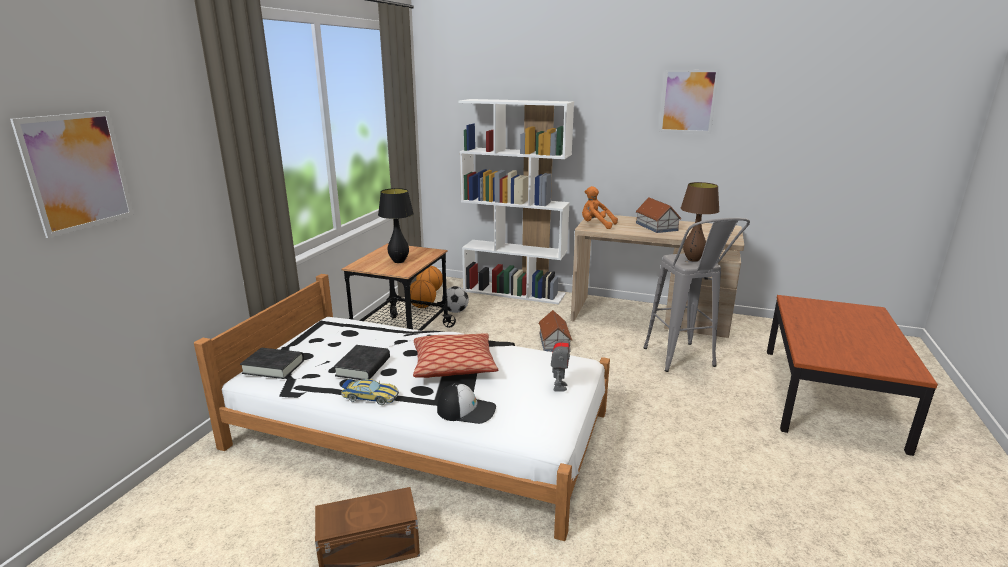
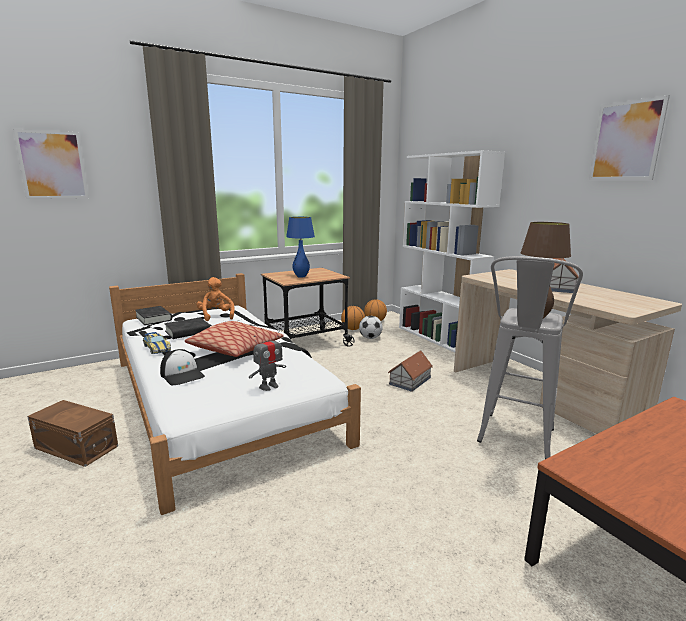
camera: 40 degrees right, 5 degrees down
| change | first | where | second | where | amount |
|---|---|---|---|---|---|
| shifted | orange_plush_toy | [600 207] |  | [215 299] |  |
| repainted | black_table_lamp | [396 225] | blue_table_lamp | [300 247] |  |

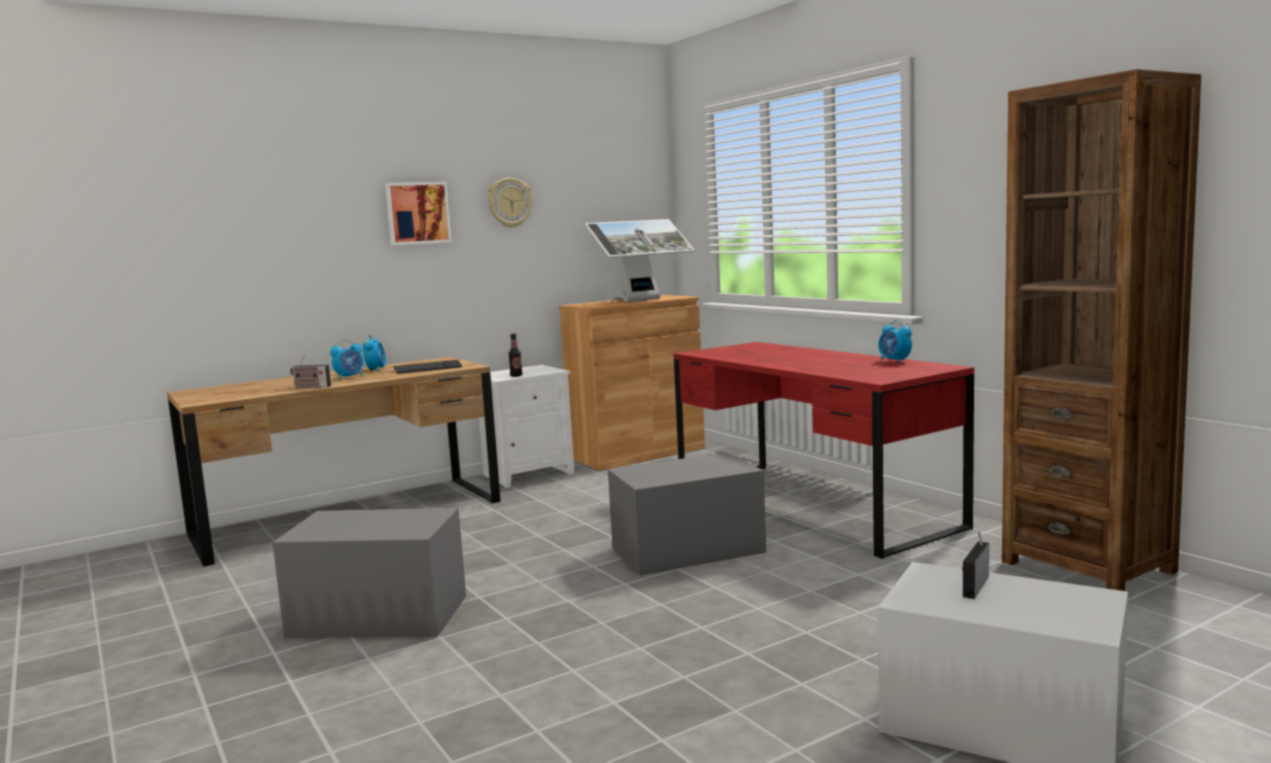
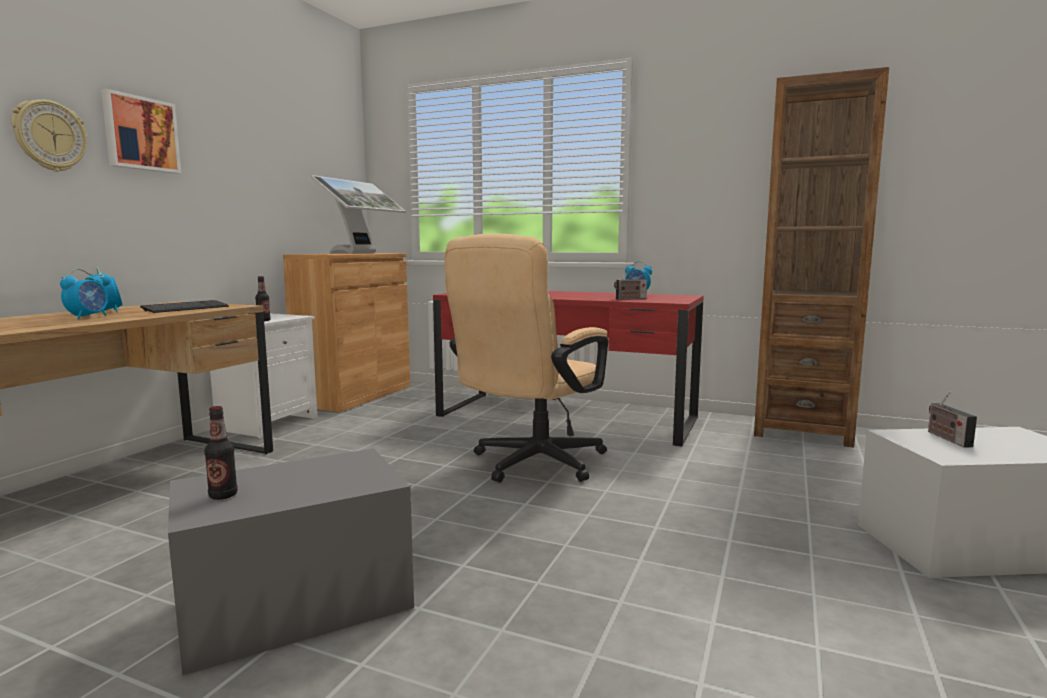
camera: 35 degrees left, 0 degrees up
| change | first | where | second | where | amount |
|---|---|---|---|---|---|
| shifted | wall_clock | [510 203] |  | [49 135] |  |
| shifted | radio | [311 371] |  | [630 284] |  |
| swapped | grey_storage_box | [687 513] | beige_office_chair | [526 358] |  |
| new |  |  | bottle | [221 453] |  |

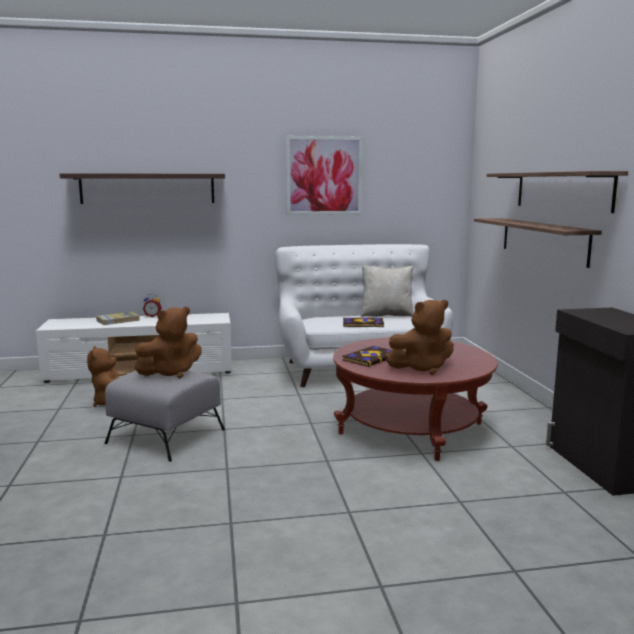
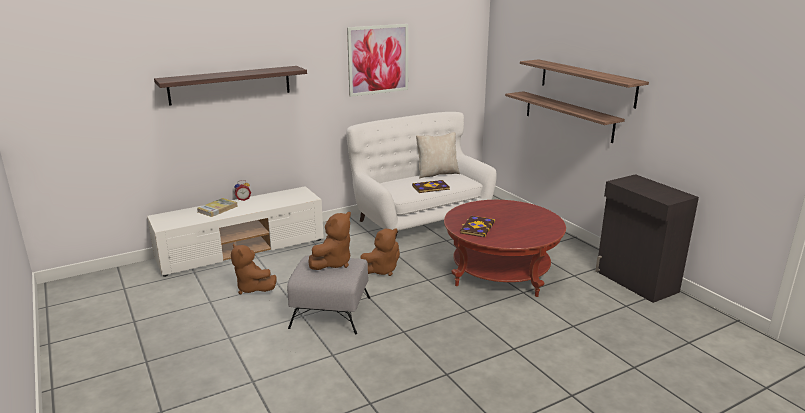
camera: 20 degrees left, 10 degrees up
| change | first | where | second | where | amount |
|---|---|---|---|---|---|
| shifted | brown_plush_toy | [420 337] |  | [380 252] |  |

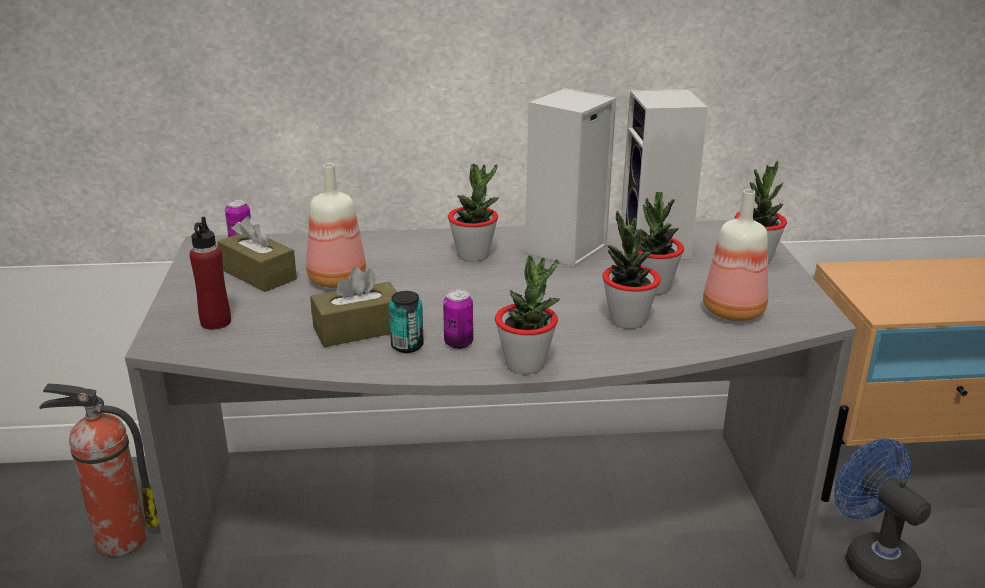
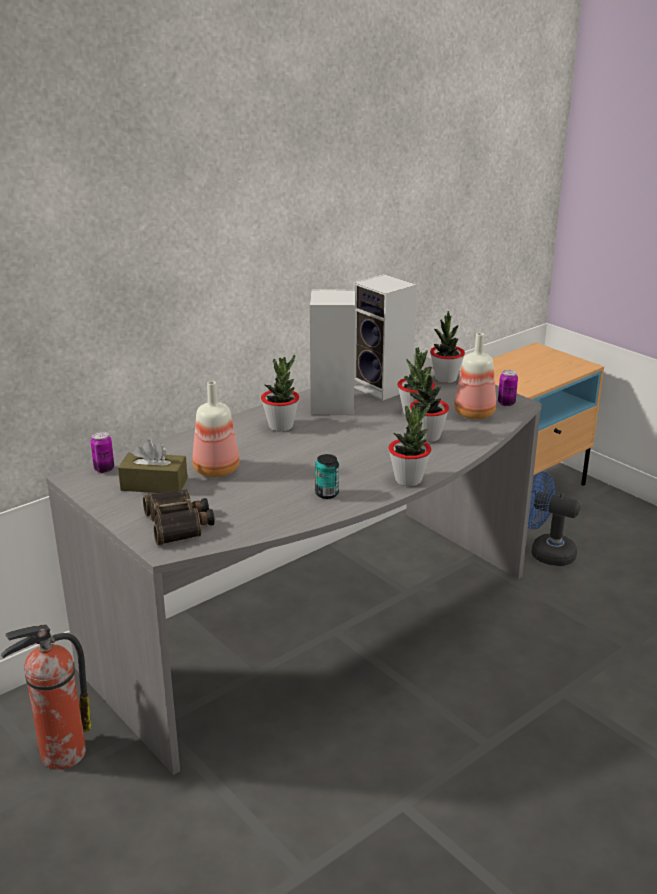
camera: 35 degrees left, 0 degrees up
| change | first | where | second | where | amount |
|---|---|---|---|---|---|
| swapped | red_bottle | [210 273] | binoculars | [179 517] |  |
| gone | brown_tissue_box | [353 307] |  |  |  |
| shifted | can | [458 319] |  | [508 388] |  |

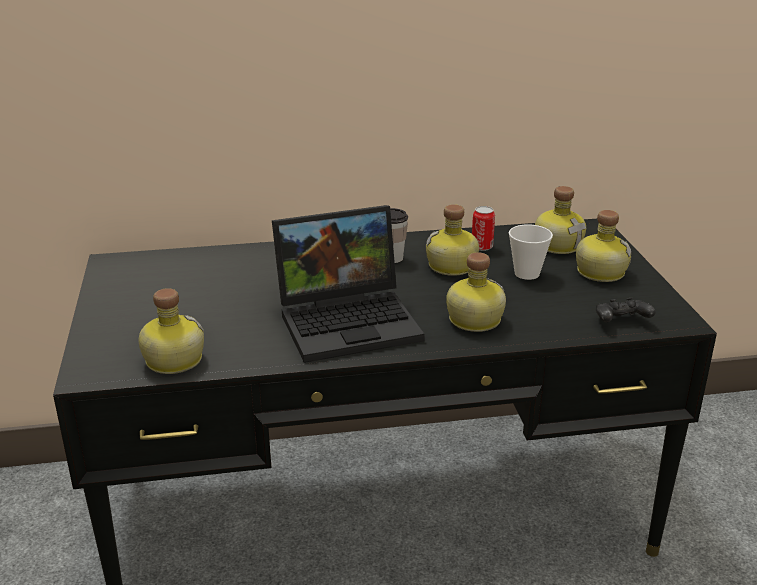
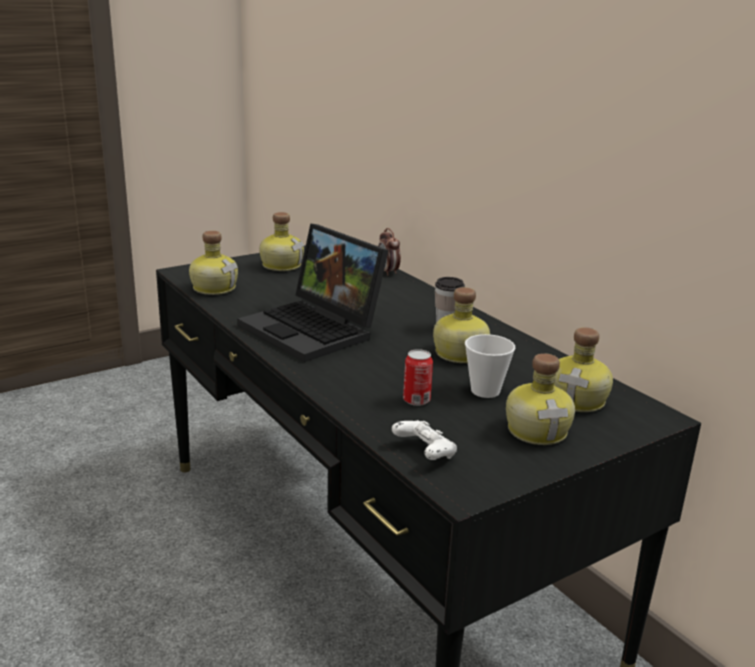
camera: 65 degrees right, 5 degrees down
| change | first | where | second | where | amount |
|---|---|---|---|---|---|
| shifted | can | [483 228] |  | [418 377] |  |
| shifted | bottle | [476 292] |  | [281 241] |  |
| repainted | black_game_controller | [625 310] | white_game_controller | [424 440] |  |
| new |  |  | alarm_clock | [389 252] |  |

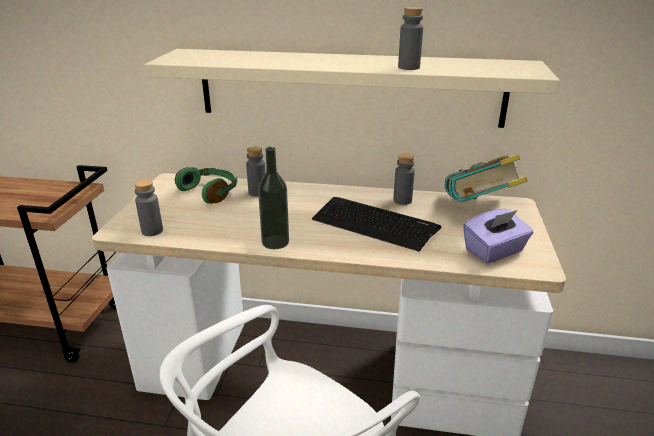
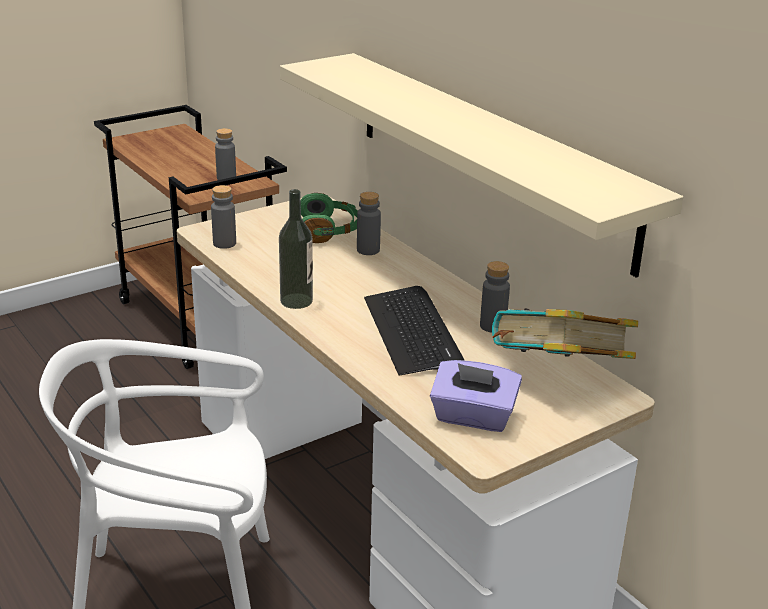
camera: 45 degrees right, 0 degrees up
| change | first | where | second | where | amount |
|---|---|---|---|---|---|
| shifted | grey_bottle | [410 38] |  | [225 154] |  |

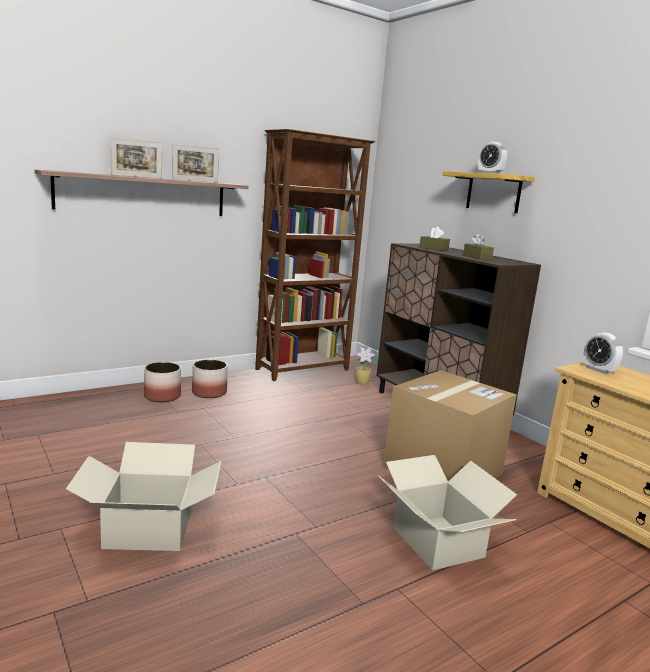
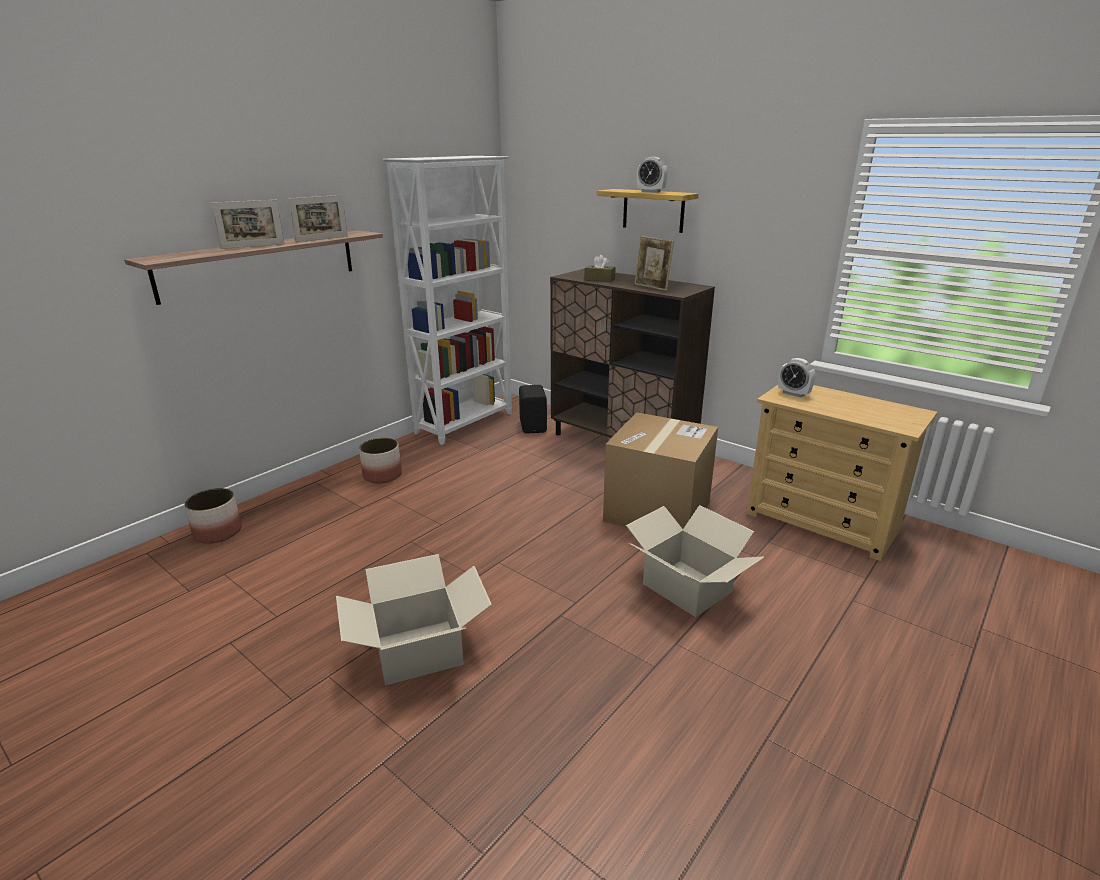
camera: 15 degrees left, 10 degrees up
| change | first | where | second | where | amount |
|---|---|---|---|---|---|
| repainted | brown_bookcase | [315 255] | white_bookcase | [447 300] |  |
| swapped | brown_tissue_box | [478 246] | picture_frame | [654 263] |  |
| swapped | potted_plant | [365 366] | black_speaker | [533 409] |  |
| shifted | planter | [162 382] |  | [213 516] |  |

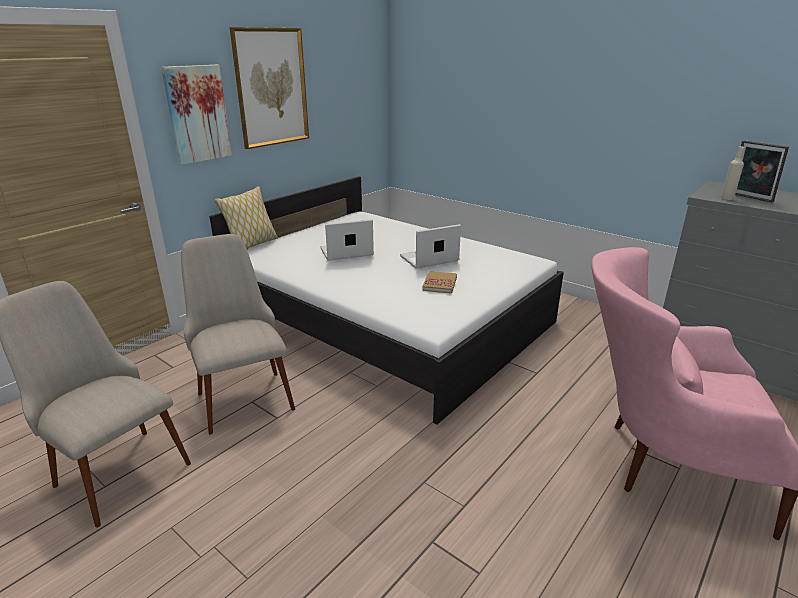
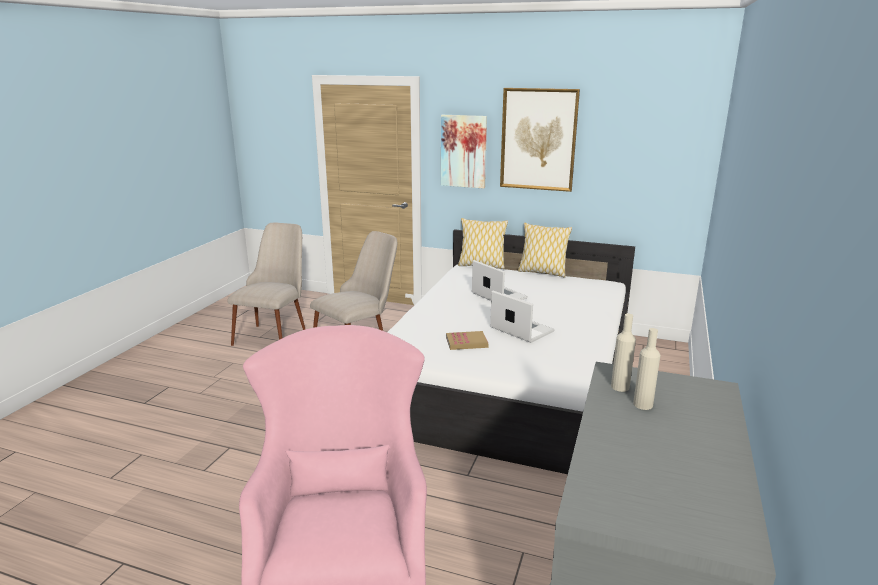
camera: 70 degrees right, 5 degrees down
| change | first | where | second | where | amount |
|---|---|---|---|---|---|
| swapped | picture_frame | [762 171] | beige_bottle | [646 369] |  |
| new |  |  | pillow | [545 250] |  |

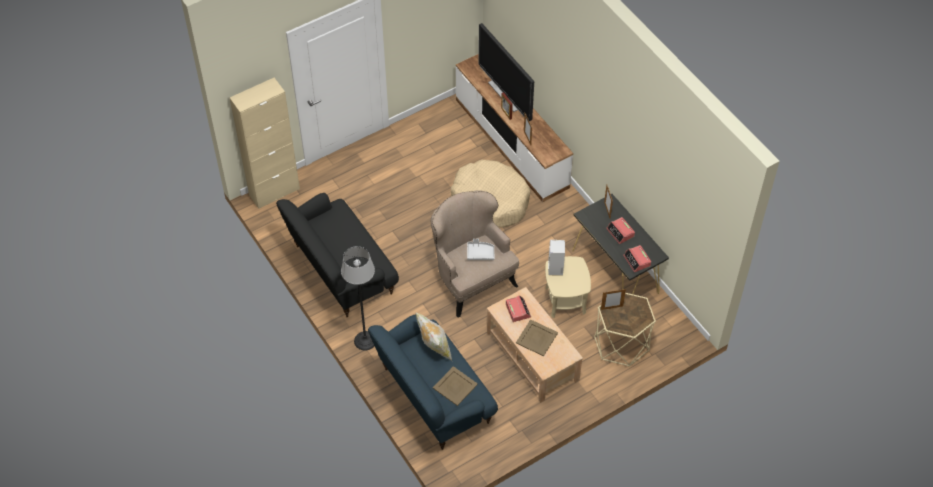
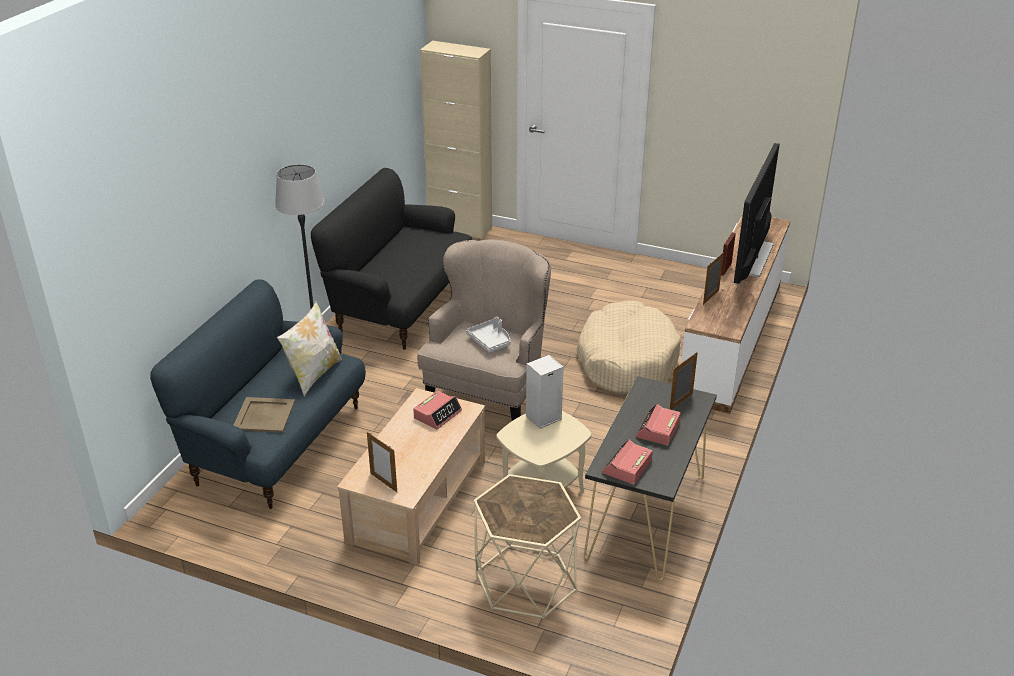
camera: 55 degrees right, 20 degrees down
| change | first | where | second | where | amount |
|---|---|---|---|---|---|
| shifted | picture_frame | [613 299] |  | [382 462] |  |
| gone | beige_tray | [537 337] |  |  |  |

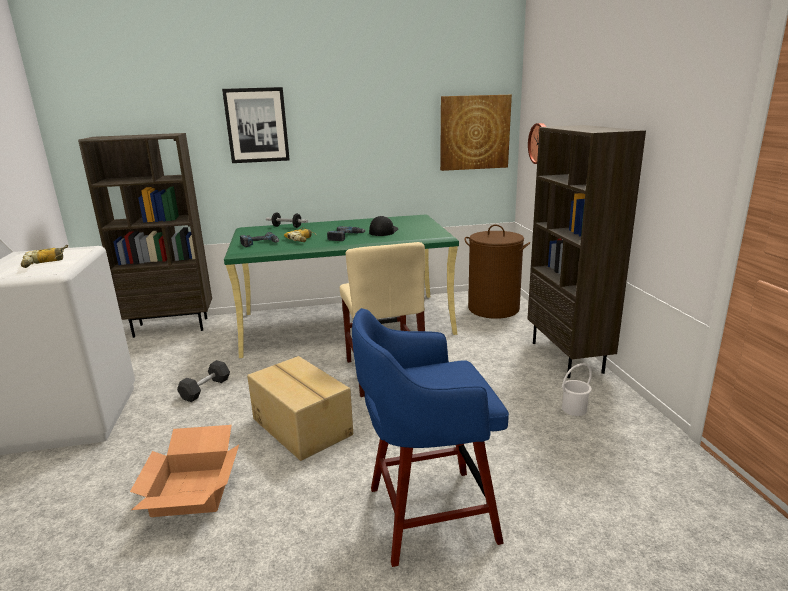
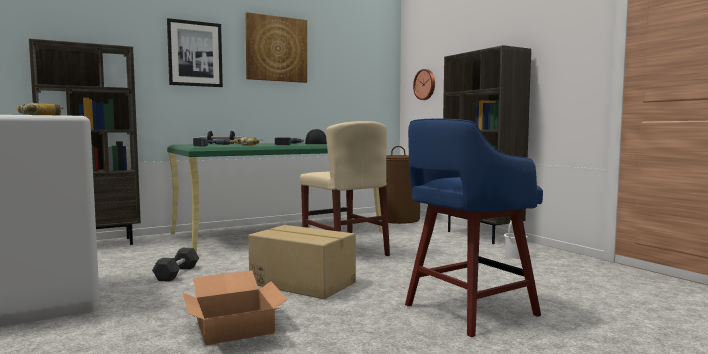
camera: 20 degrees left, 15 degrees down
| change | first | where | second | where | amount |
|---|---|---|---|---|---|
| shifted | picture | [476 133] |  | [276 47] |  |

